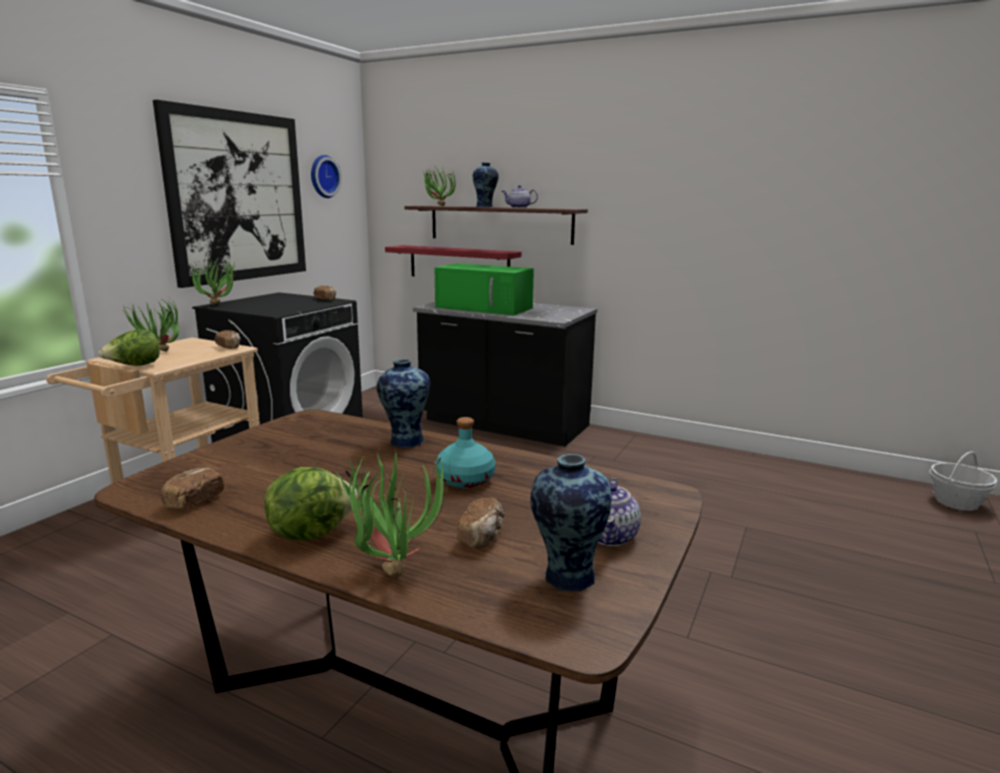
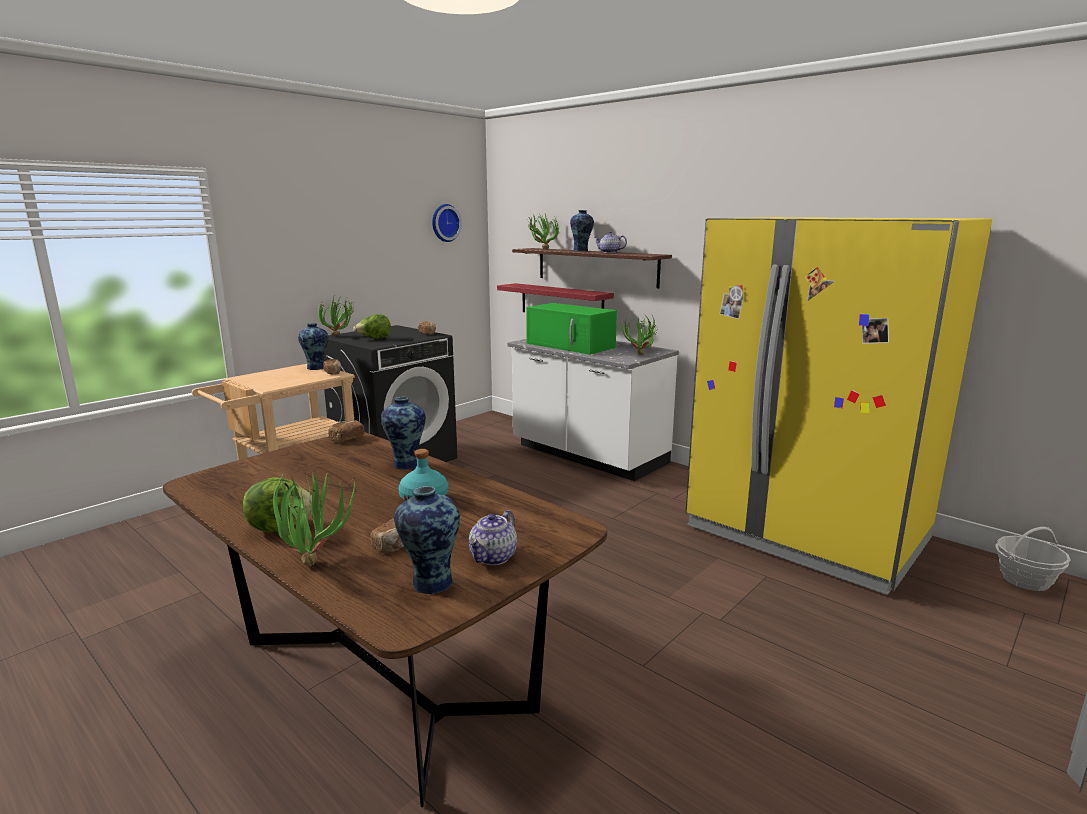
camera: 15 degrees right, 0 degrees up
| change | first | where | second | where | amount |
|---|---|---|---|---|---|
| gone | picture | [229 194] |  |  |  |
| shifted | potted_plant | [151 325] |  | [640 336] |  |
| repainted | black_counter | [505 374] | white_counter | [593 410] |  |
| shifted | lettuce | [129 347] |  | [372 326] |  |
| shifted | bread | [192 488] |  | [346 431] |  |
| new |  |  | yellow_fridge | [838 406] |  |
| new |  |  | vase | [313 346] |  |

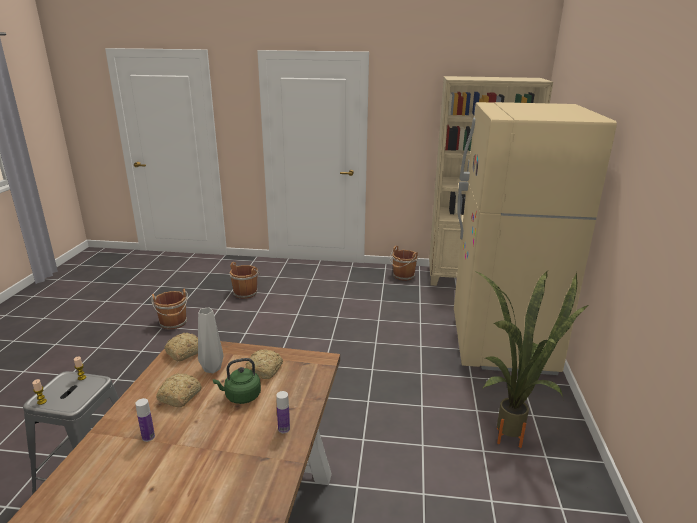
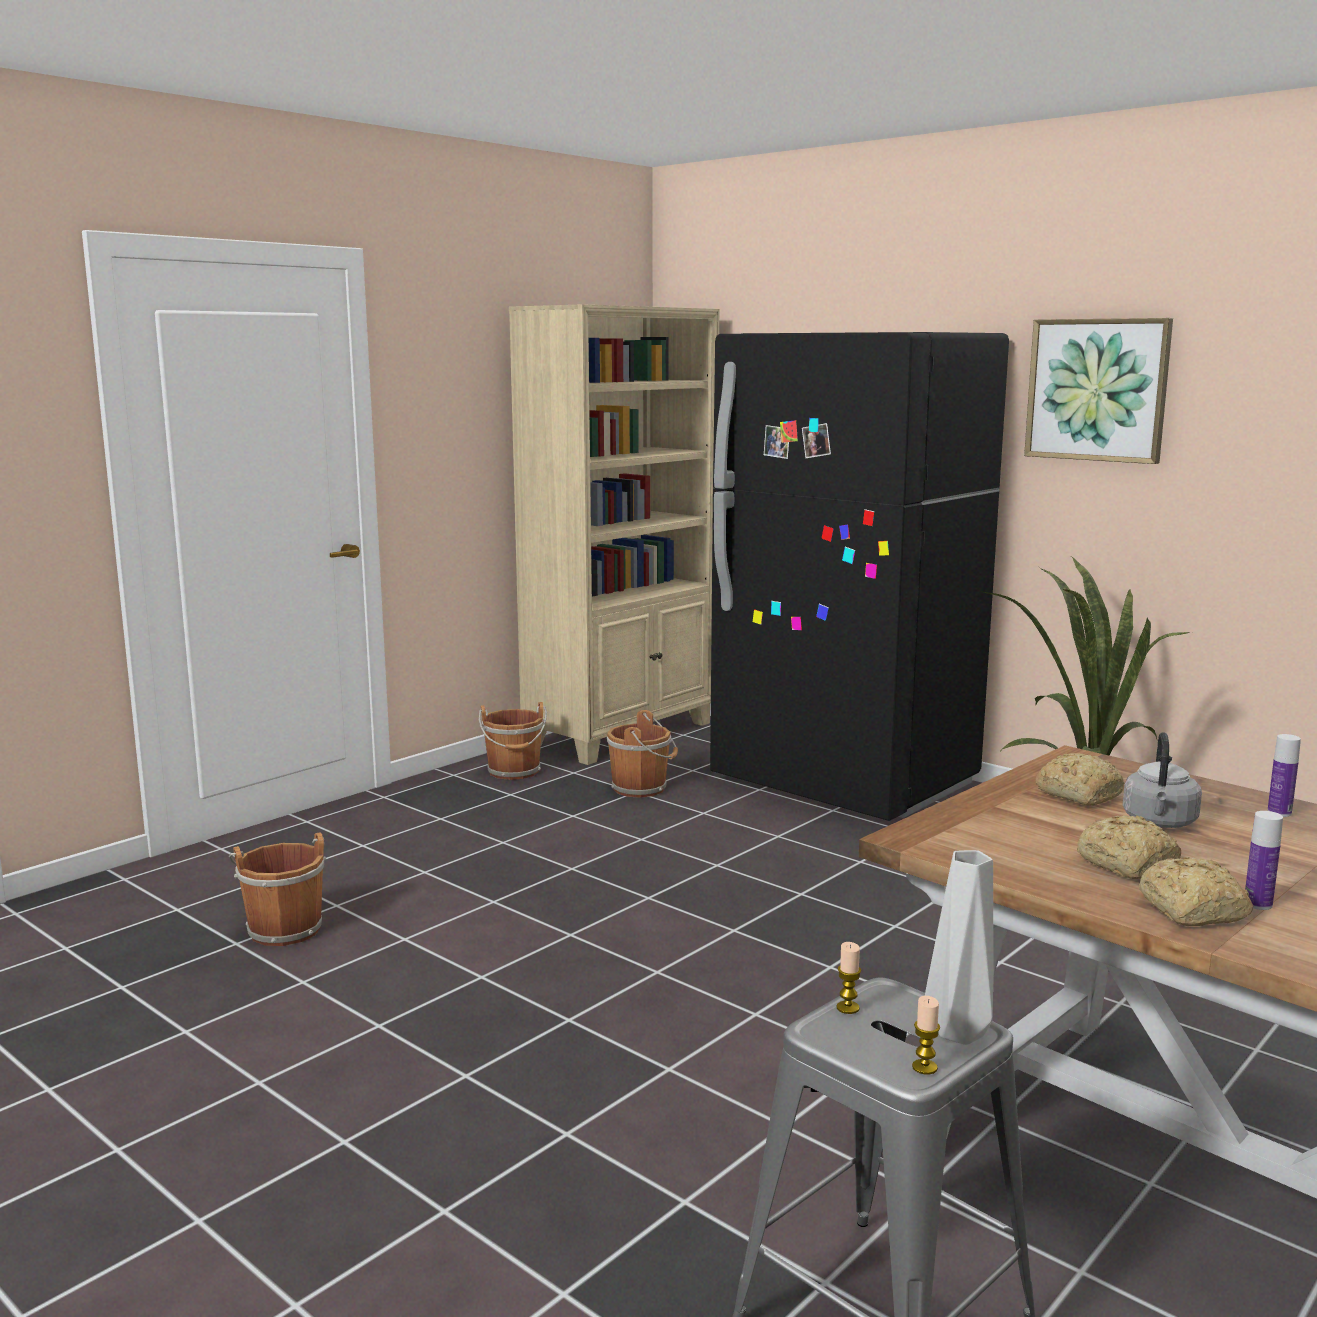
camera: 55 degrees left, 10 degrees down
| change | first | where | second | where | amount |
|---|---|---|---|---|---|
| repainted | beige_fridge | [535 238] | black_fridge | [859 576] |  |
| shifted | brown_bucket | [169 309] |  | [642 754] |  |
| shifted | grey_vase | [210 340] |  | [959 947] |  |
| shifted | bread | [181 347] |  | [1196 891] |  |
| repainted | green_kettle | [237 381] | grey_kettle | [1162 780] |  |
| new |  |  | picture | [1098 391] |  |

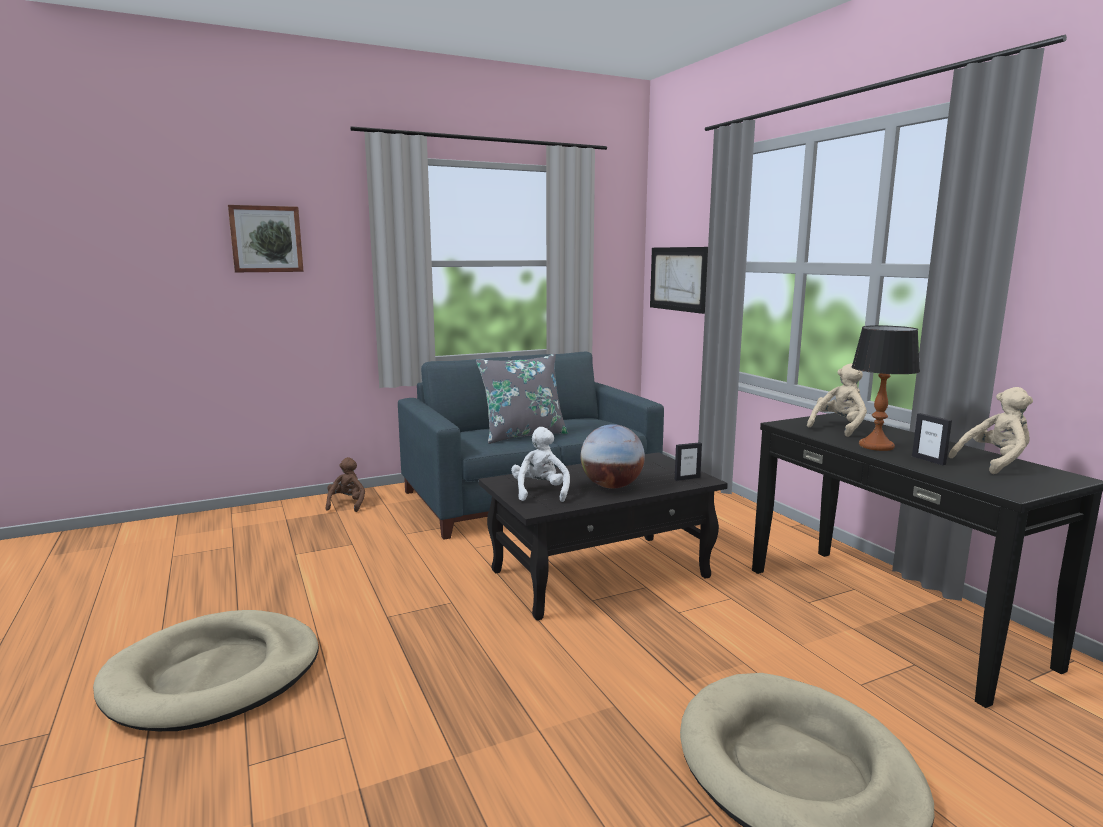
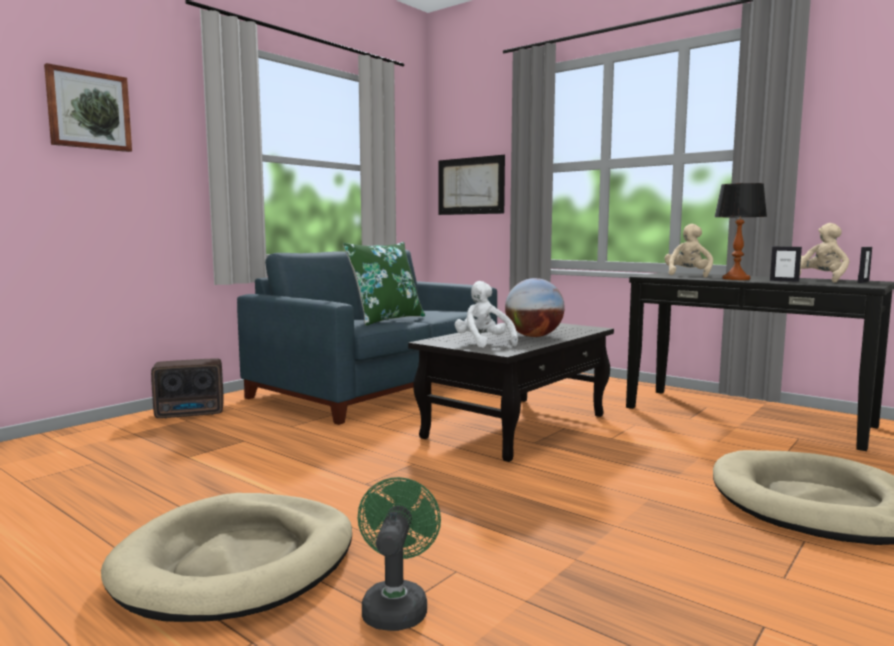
camera: 25 degrees left, 5 degrees down
| change | first | where | second | where | amount |
|---|---|---|---|---|---|
| repainted | grey_pillow | [522 399] | green_pillow | [384 284] |  |
| shifted | picture_frame | [688 461] |  | [865 265] |  |
| swapped | brown_plush_toy | [345 484] | radio | [187 388] |  |
| new |  |  | green_fan | [399 554] |  |

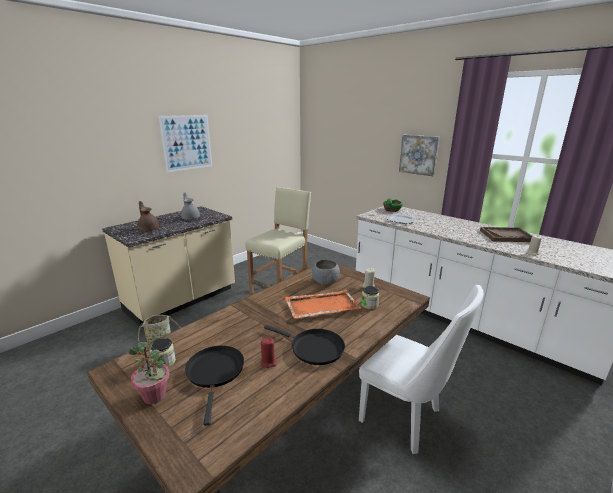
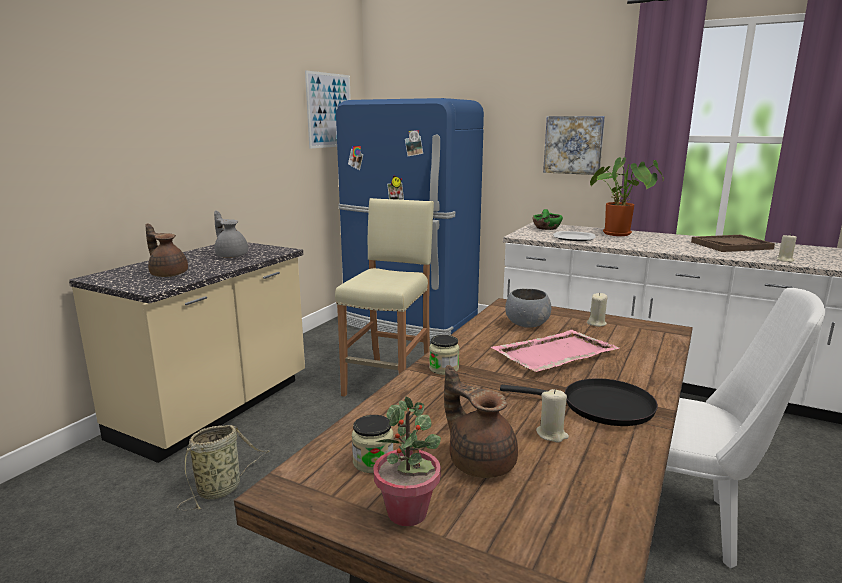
camera: 15 degrees left, 5 degrees down
| change | first | where | second | where | amount |
|---|---|---|---|---|---|
| shifted | picture | [185 143] |  | [328 109] |  |
| shifted | jar | [370 297] |  | [444 355] |  |
| repainted | orange_tray | [323 304] | pink_tray | [555 351] |  |
| repainted | red_candle | [269 352] | beige_candle | [552 416] |  |
| swapped | black_frying_pan | [214 385] | brown_teapot | [481 421] |  |
| new |  |  | blue_fridge | [410 220] |  |
| new |  |  | potted_plant | [627 196] |  |

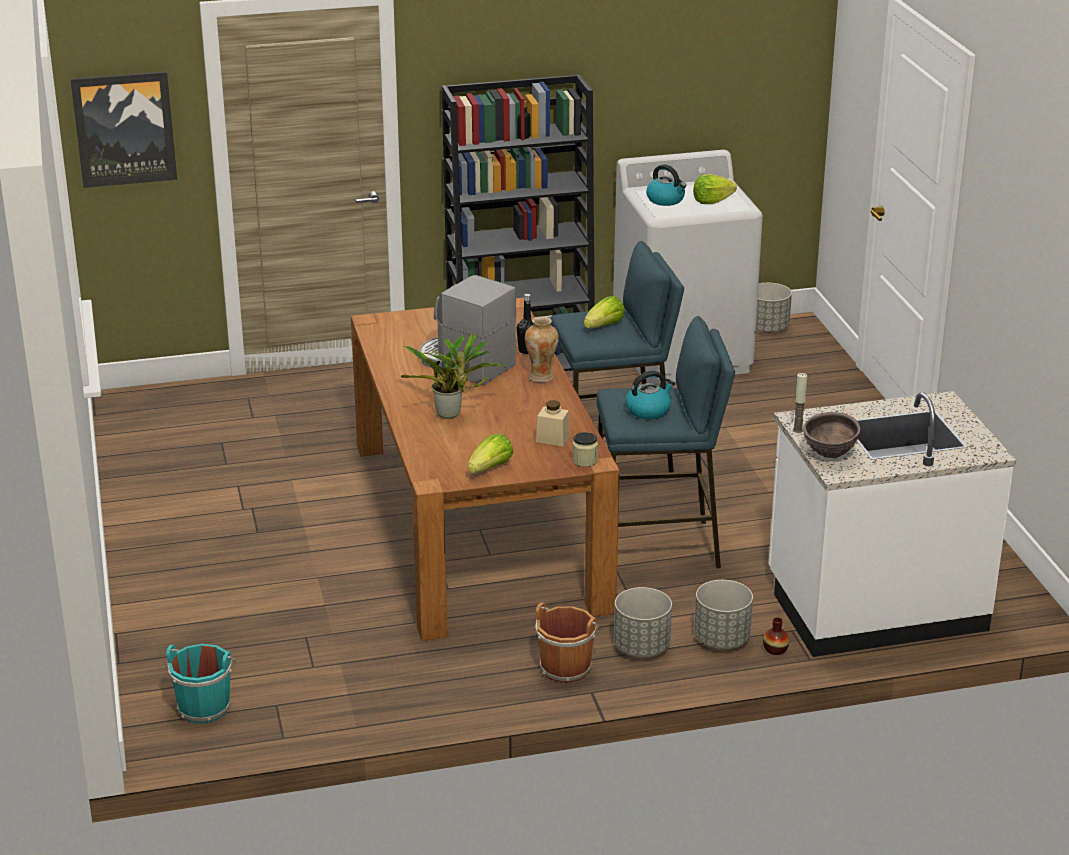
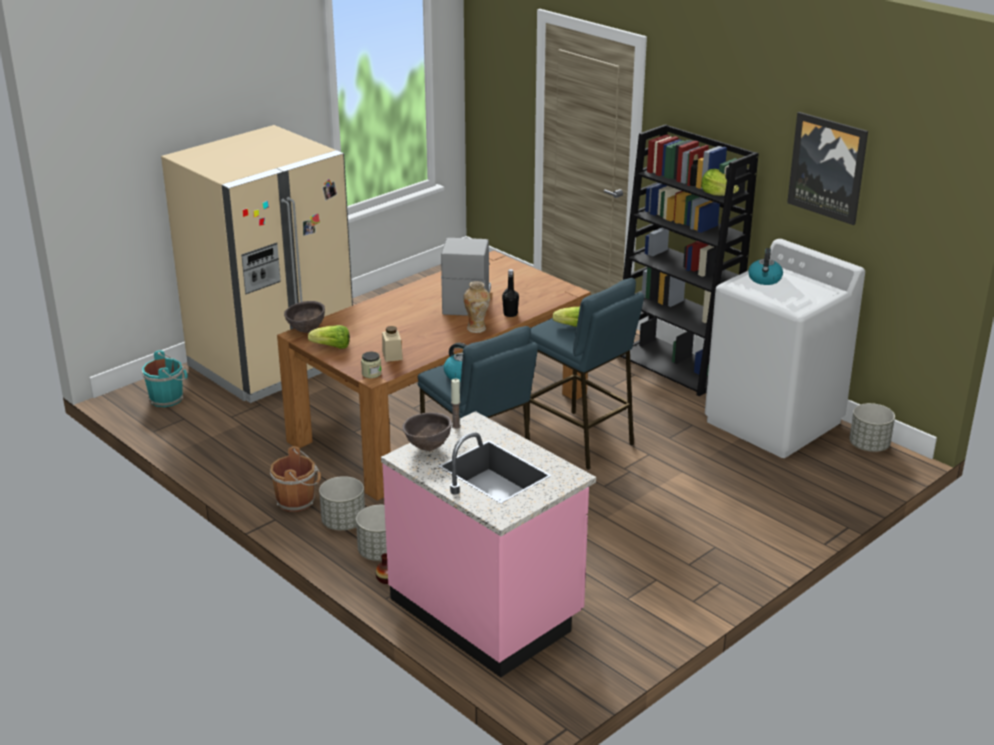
camera: 60 degrees right, 0 degrees up
| change | first | where | second | where | amount |
|---|---|---|---|---|---|
| shifted | picture | [123 129] |  | [827 168] |  |
| shifted | lettuce | [715 189] |  | [720 182] |  |
| gone | potted_plant | [453 376] |  |  |  |
| repainted | white_counter | [892 524] | pink_counter | [488 544] |  |
| new |  |  | beige_fridge | [257 264] |  |
| new |  |  | brown_bowl | [304 317] |  |

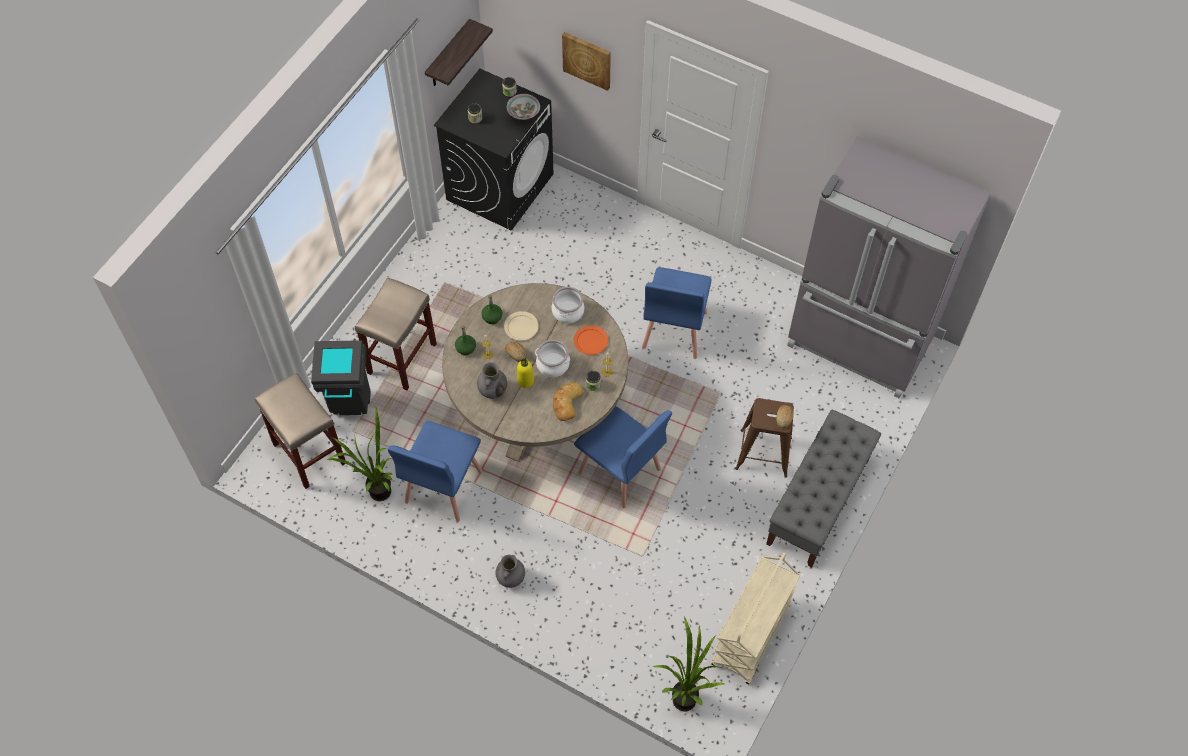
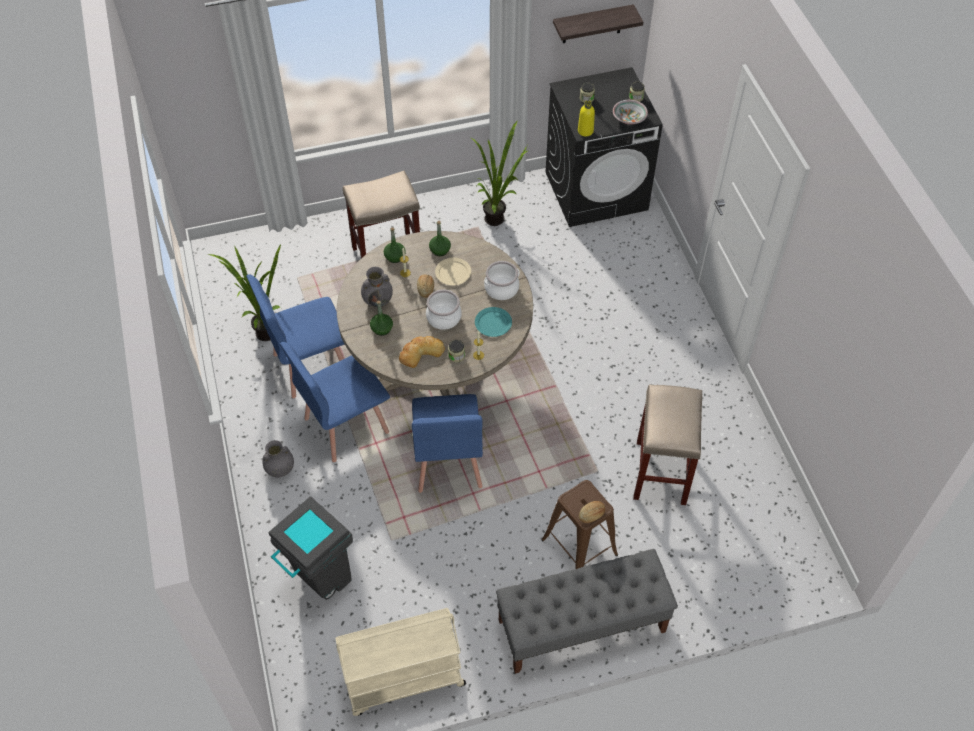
camera: 45 degrees right, 5 degrees down
| change | first | where | second | where | amount |
|---|---|---|---|---|---|
| gone | picture | [586 61] |  |  |  |
| gone | grey_fridge | [889 267] |  |  |  |
| shifted | blue_chair | [676 313] |  | [335 402] |  |
| repainted | orange_plate | [591 340] | turquoise_plate | [493 322] |  |
| shifted | grey_trash_can | [341 377] |  | [310 548] |  |
| shifted | yellow_bottle | [525 373] |  | [586 118] |  |
| shifted | beige_stool | [300 431] |  | [667 445] |  |
| shifted | potted_plant | [689 663] |  | [500 173] |  |
| new |  |  | green_bottle | [381 318] |  |

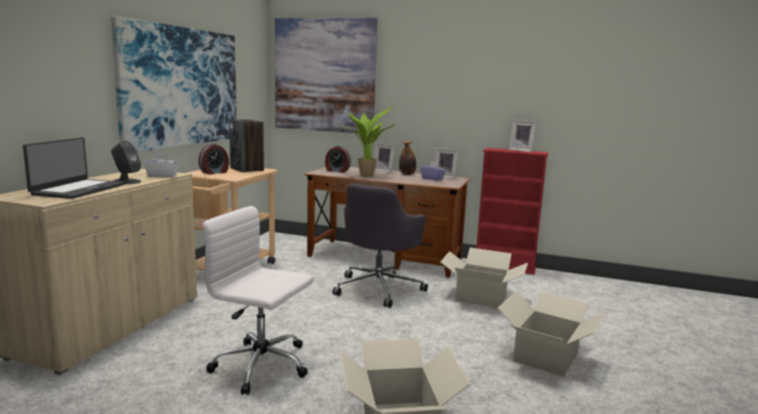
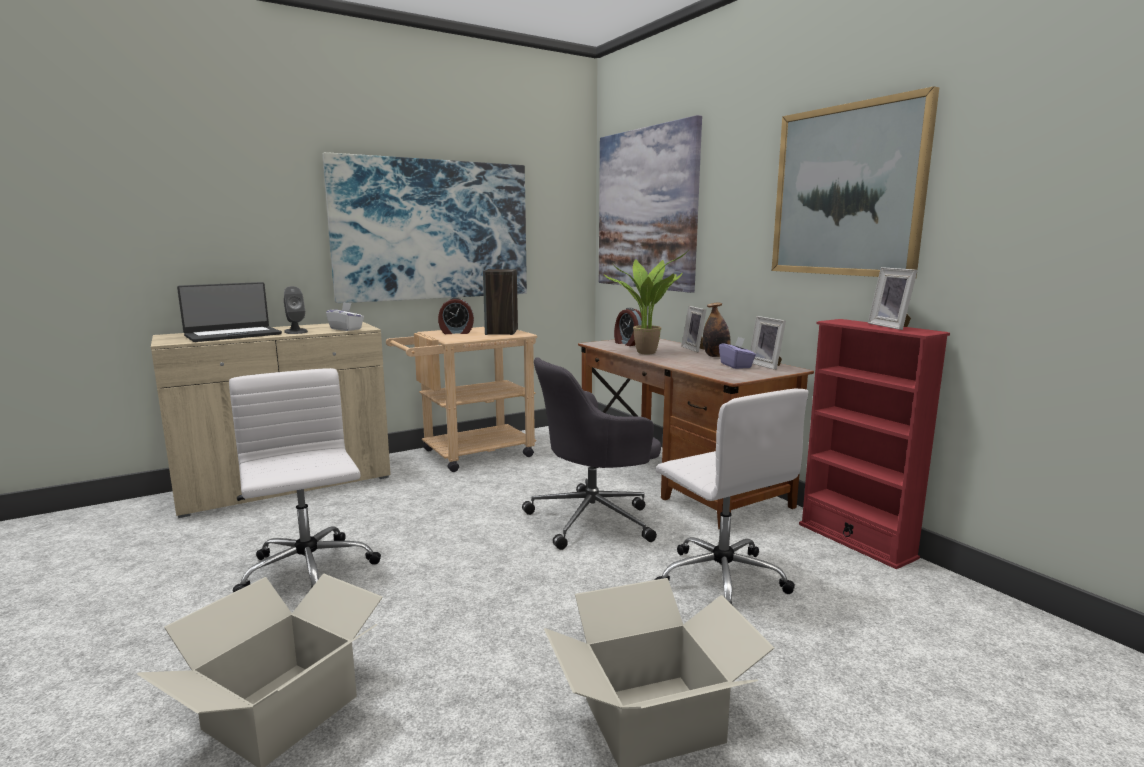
camera: 40 degrees right, 0 degrees up
| change | first | where | second | where | amount |
|---|---|---|---|---|---|
| swapped | cardboard_box | [484 277] | white_office_chair | [732 497] |  |
| new |  |  | picture | [855 182] |  |

